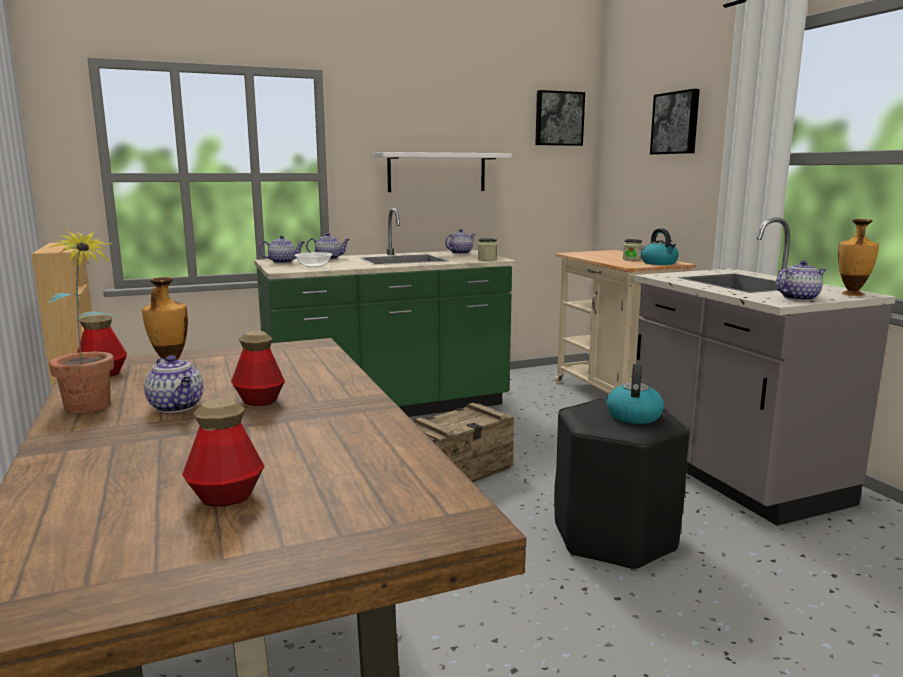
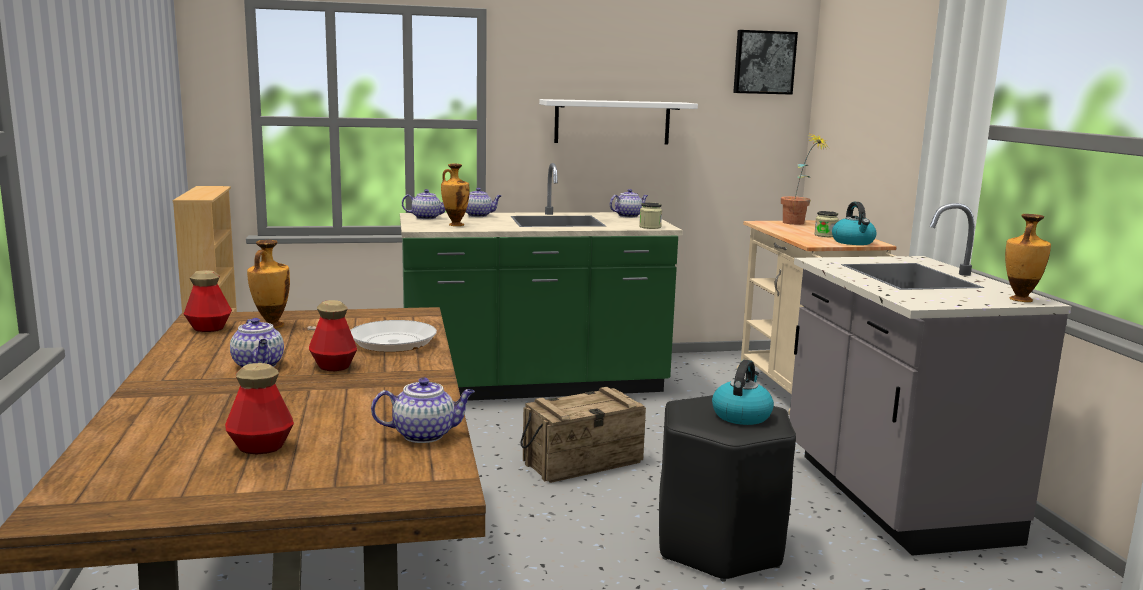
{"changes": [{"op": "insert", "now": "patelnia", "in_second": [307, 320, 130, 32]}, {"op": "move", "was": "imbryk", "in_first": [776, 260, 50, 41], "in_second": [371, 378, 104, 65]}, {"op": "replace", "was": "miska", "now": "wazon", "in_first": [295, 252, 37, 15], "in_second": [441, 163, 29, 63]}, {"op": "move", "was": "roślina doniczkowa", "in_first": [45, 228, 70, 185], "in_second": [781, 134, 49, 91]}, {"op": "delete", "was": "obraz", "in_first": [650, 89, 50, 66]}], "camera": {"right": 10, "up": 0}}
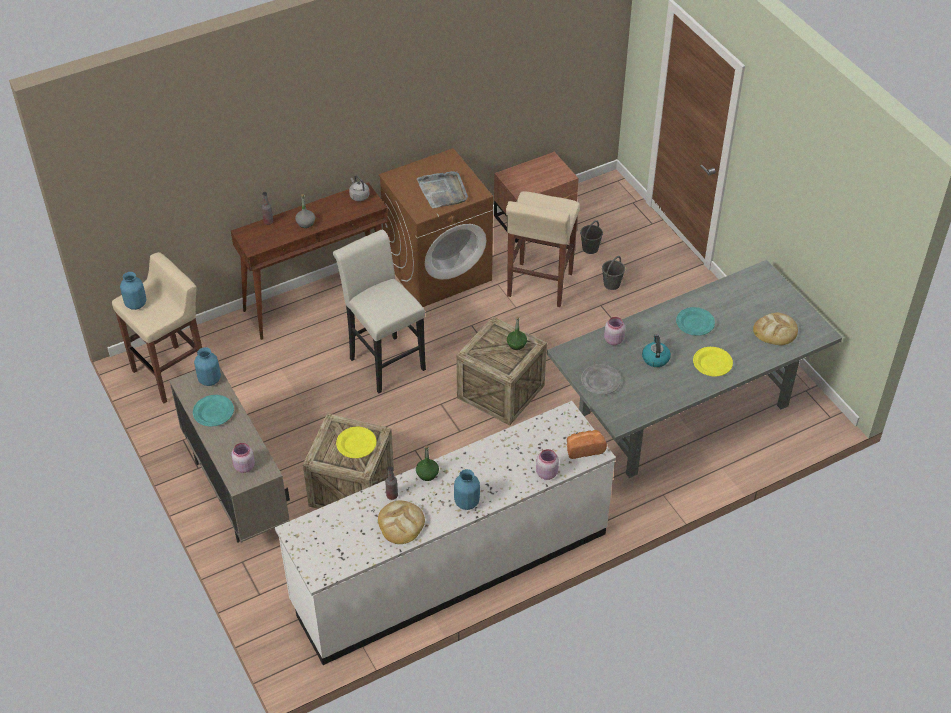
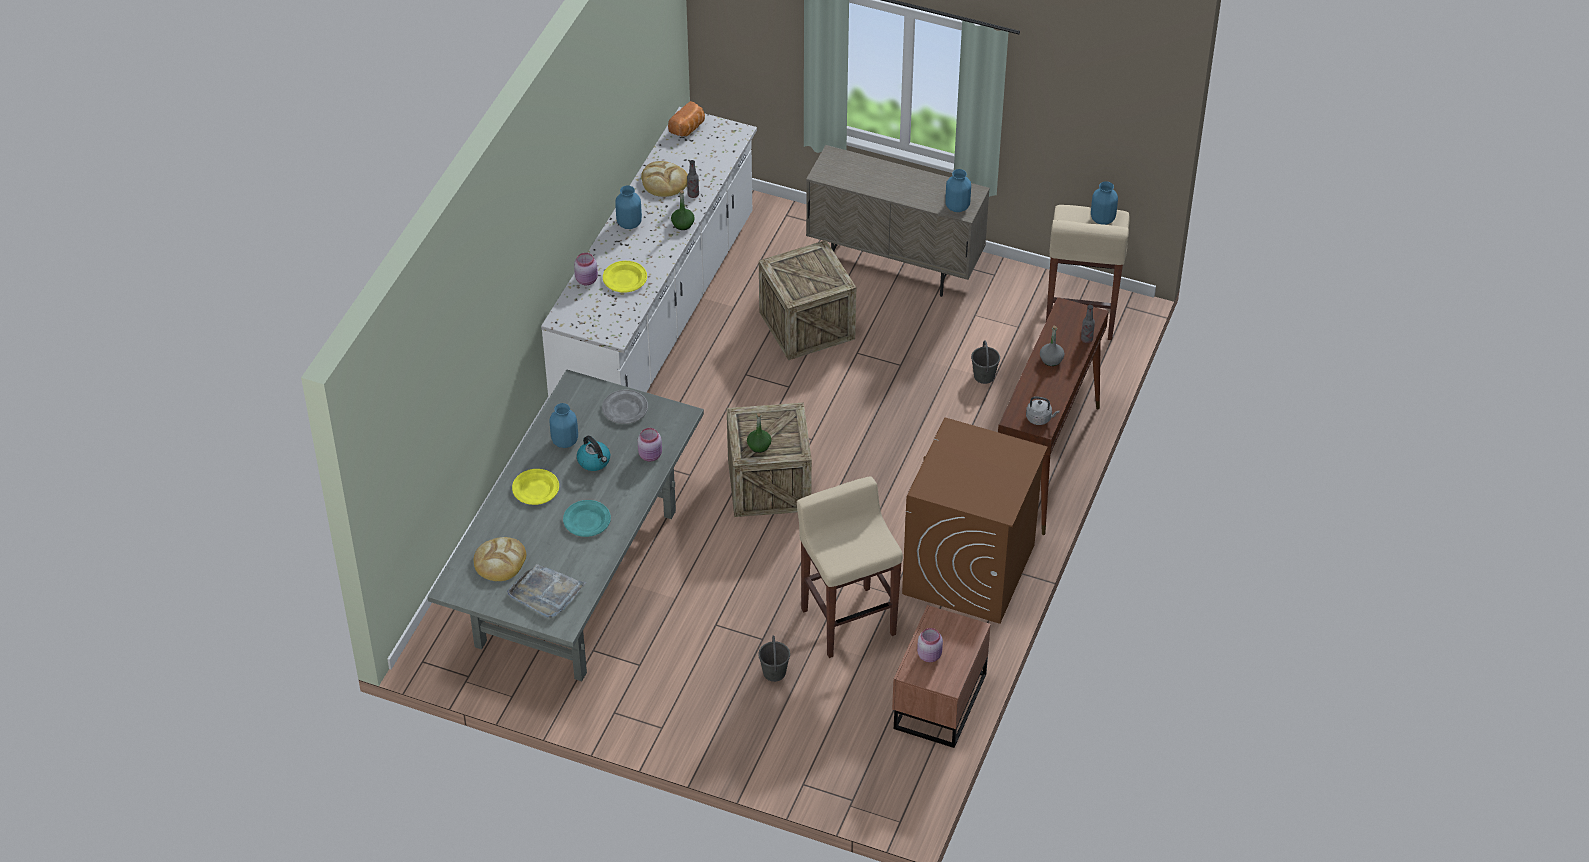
{"changes": [{"op": "move", "was": "taca [szary]", "in_first": [417, 171, 51, 37], "in_second": [507, 564, 80, 54]}, {"op": "insert", "now": "wazon [niebieski]", "in_second": [549, 403, 29, 45]}, {"op": "move", "was": "talerz [żółty]", "in_first": [336, 427, 41, 31], "in_second": [603, 261, 44, 32]}, {"op": "move", "was": "chleb", "in_first": [567, 430, 40, 29], "in_second": [668, 101, 37, 36]}, {"op": "move", "was": "słoik [różowy]", "in_first": [231, 443, 24, 30], "in_second": [917, 628, 26, 34]}, {"op": "move", "was": "wiadro [szary]", "in_first": [580, 220, 23, 34], "in_second": [971, 340, 29, 44]}, {"op": "delete", "was": "talerz [turkusowy]", "in_first": [193, 395, 41, 32]}, {"op": "delete", "was": "stołek [biały]", "in_first": [333, 229, 93, 164]}], "camera": {"right": 140, "up": 0}}
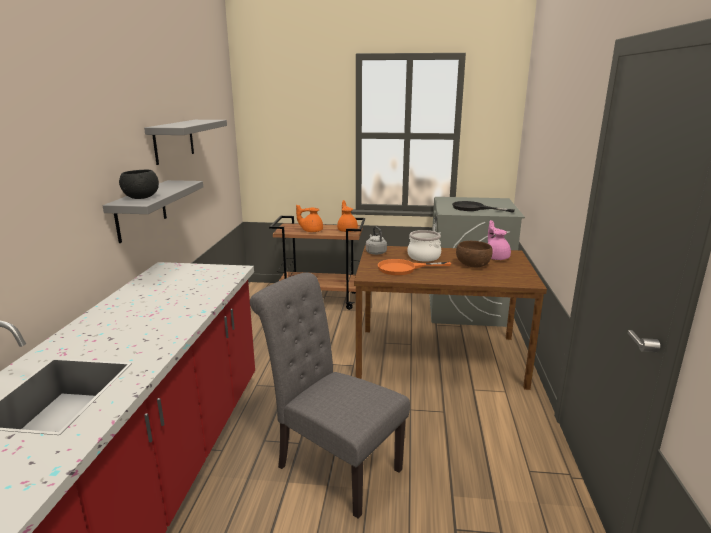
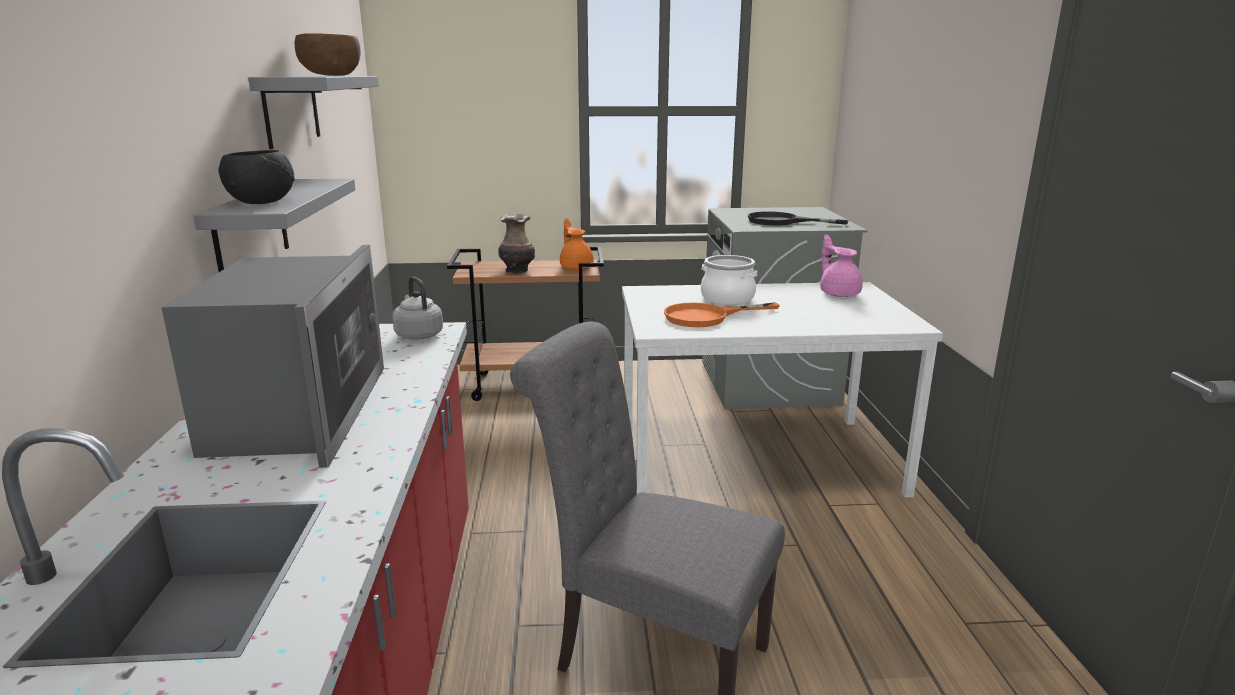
{"changes": [{"op": "insert", "now": "mikrofalówka", "in_second": [161, 245, 223, 223]}, {"op": "move", "was": "miska [brązowy]", "in_first": [456, 241, 37, 26], "in_second": [295, 33, 66, 43]}, {"op": "move", "was": "czajnik [szary]", "in_first": [366, 227, 21, 28], "in_second": [392, 277, 51, 63]}, {"op": "replace", "was": "imbryk [pomarańczowy]", "now": "wazon", "in_first": [296, 204, 27, 28], "in_second": [498, 213, 37, 60]}, {"op": "recolor", "was": "stół jadalny [brązowy]", "now": "stół jadalny [biały]", "in_first": [354, 245, 193, 145], "in_second": [622, 282, 321, 216]}], "camera": {"right": -10, "up": 0}}
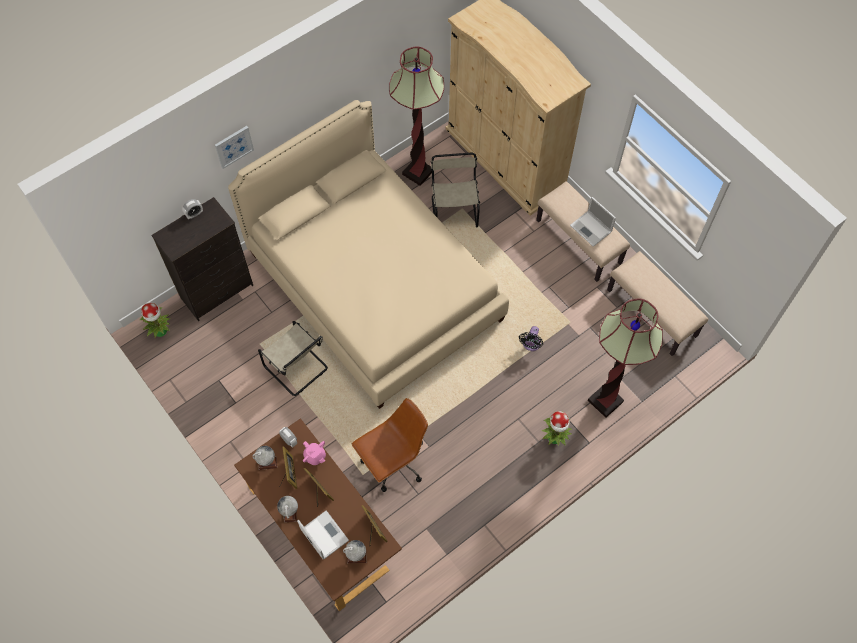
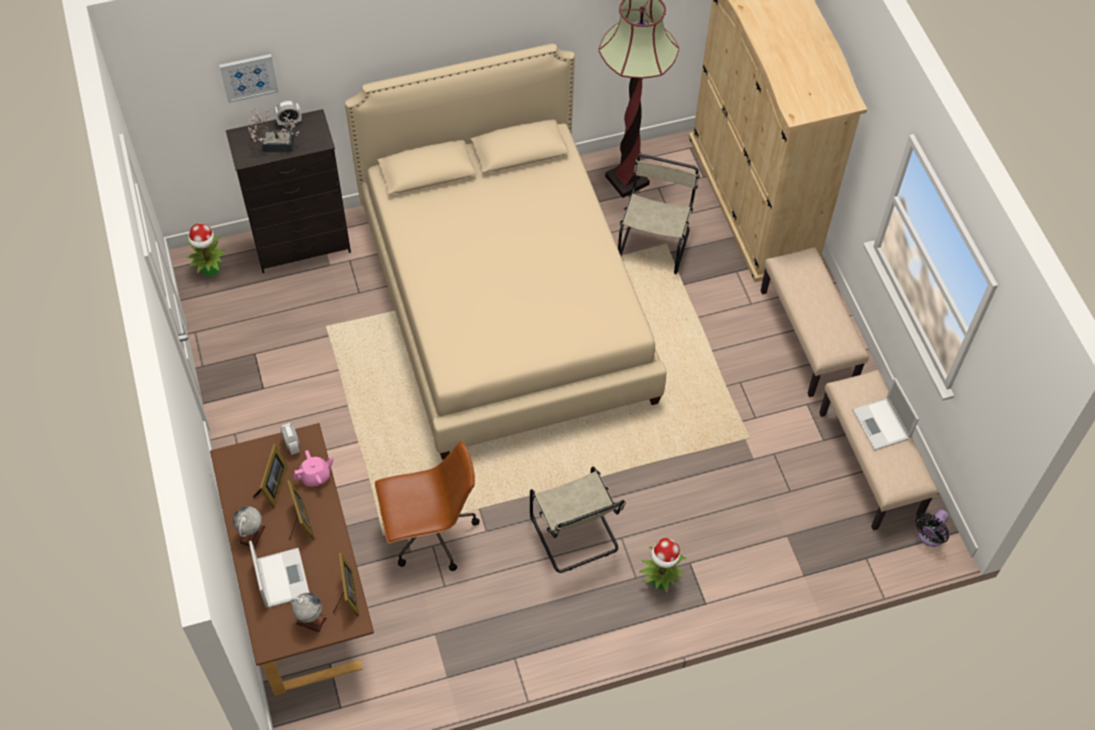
{"changes": [{"op": "move", "was": "obraz", "in_first": [215, 126, 39, 43], "in_second": [219, 54, 60, 49]}, {"op": "insert", "now": "roślina doniczkowa", "in_second": [248, 108, 51, 44]}, {"op": "rotate", "was": "imbryk [różowy]", "in_first": [303, 441, 23, 24], "in_second": [293, 450, 41, 37], "clockwise": -90}, {"op": "move", "was": "krzesło [beżowy]", "in_first": [258, 321, 70, 75], "in_second": [530, 467, 96, 106]}, {"op": "move", "was": "laptop", "in_first": [570, 197, 46, 50], "in_second": [852, 378, 67, 73]}, {"op": "move", "was": "wentylator [czarny]", "in_first": [519, 326, 24, 25], "in_second": [915, 510, 34, 37]}, {"op": "delete", "was": "globus", "in_first": [253, 446, 24, 24]}, {"op": "delete", "was": "lampa stojąca", "in_first": [588, 298, 75, 120]}], "camera": {"right": 20, "up": -5}}
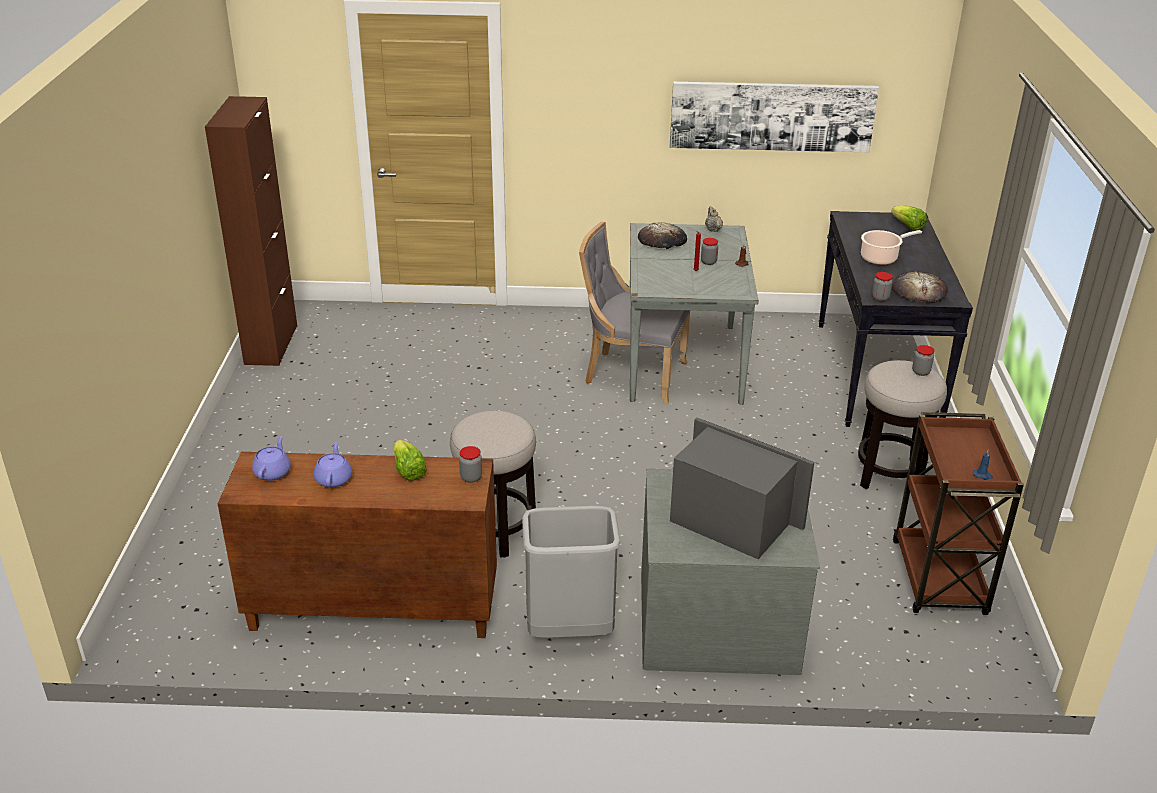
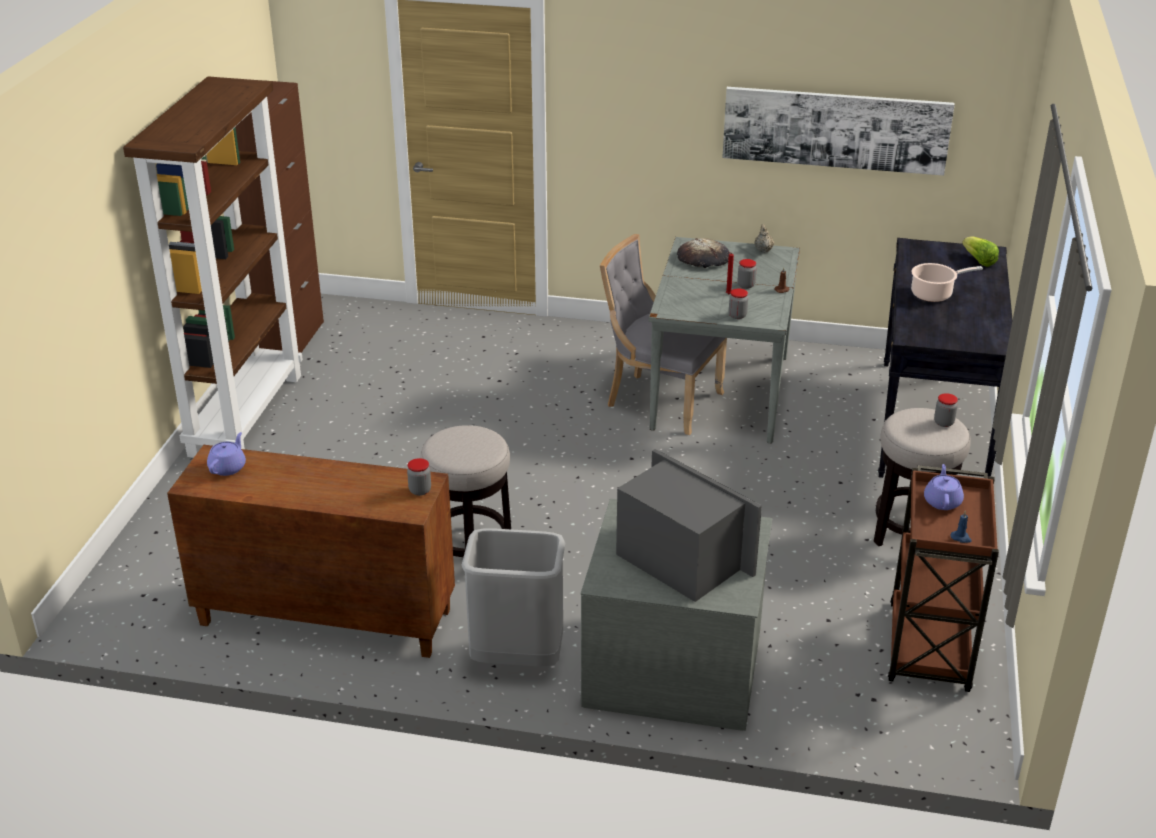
{"changes": [{"op": "insert", "now": "regał [brązowy]", "in_second": [123, 76, 180, 382]}, {"op": "move", "was": "słoik", "in_first": [872, 272, 21, 29], "in_second": [729, 288, 19, 31]}, {"op": "move", "was": "imbryk [fioletowy]", "in_first": [314, 442, 38, 46], "in_second": [924, 464, 40, 46]}, {"op": "delete", "was": "sałata", "in_first": [394, 440, 33, 41]}, {"op": "delete", "was": "chleb", "in_first": [892, 271, 56, 32]}], "camera": {"right": 10, "up": 0}}
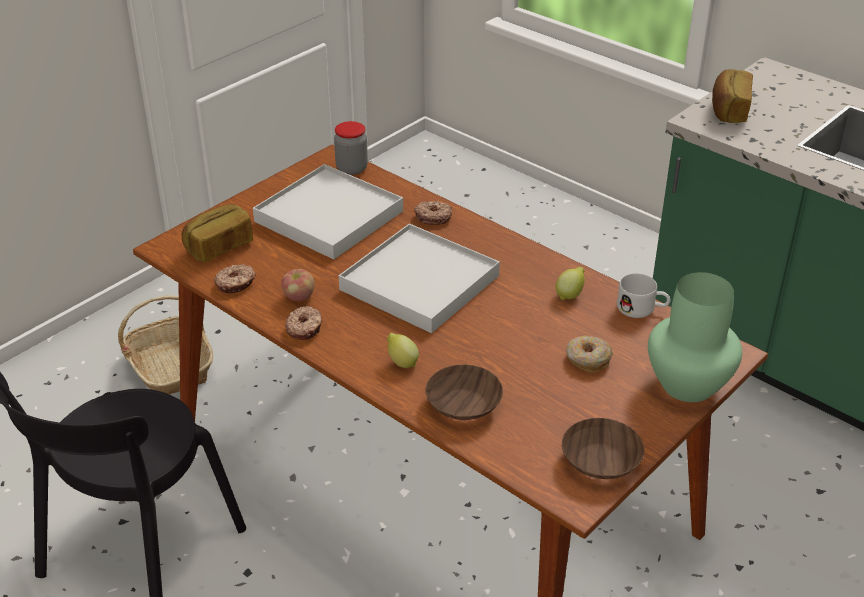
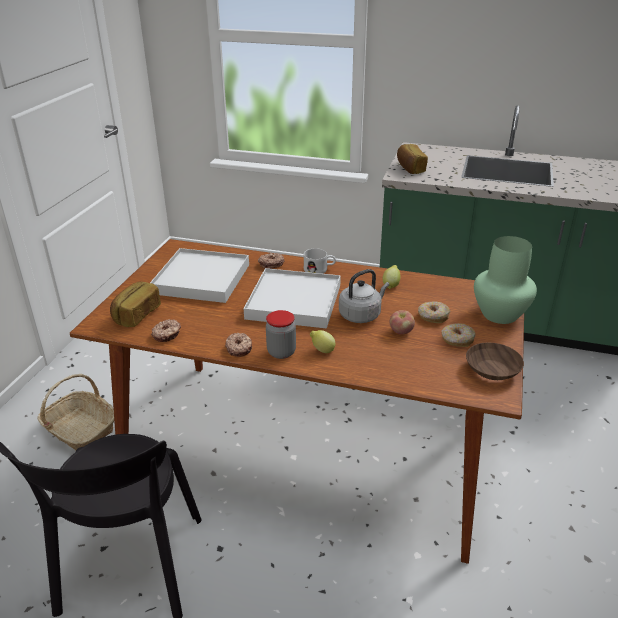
{"changes": [{"op": "move", "was": "słoik", "in_first": [334, 121, 34, 54], "in_second": [266, 310, 30, 49]}, {"op": "move", "was": "kubek [biały]", "in_first": [617, 273, 53, 45], "in_second": [303, 248, 33, 26]}, {"op": "insert", "now": "czajnik [szary]", "in_second": [339, 269, 50, 54]}, {"op": "move", "was": "jabłko", "in_first": [281, 269, 34, 33], "in_second": [389, 310, 26, 25]}, {"op": "insert", "now": "donut", "in_second": [441, 323, 35, 24]}, {"op": "delete", "was": "miska [brązowy]", "in_first": [425, 365, 78, 55]}], "camera": {"right": -25, "up": -5}}
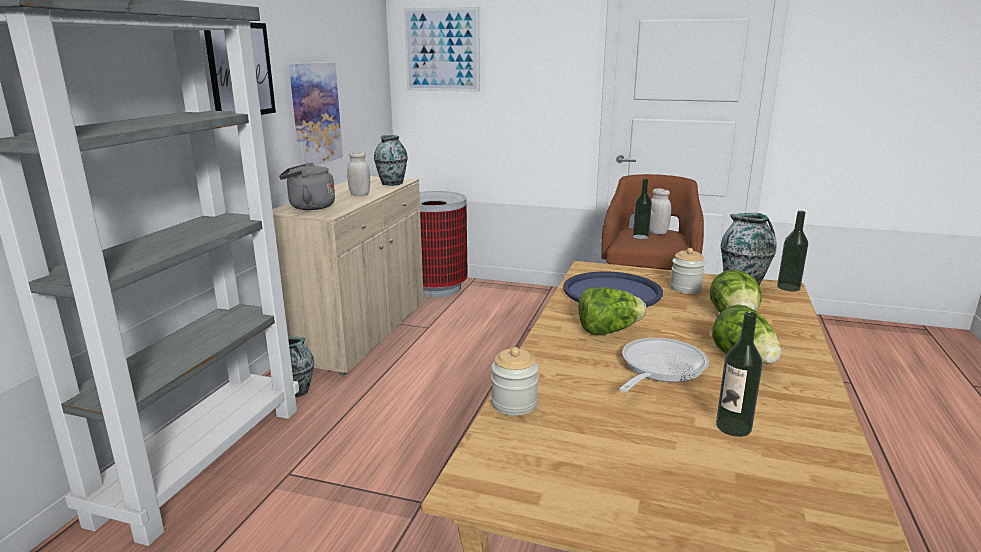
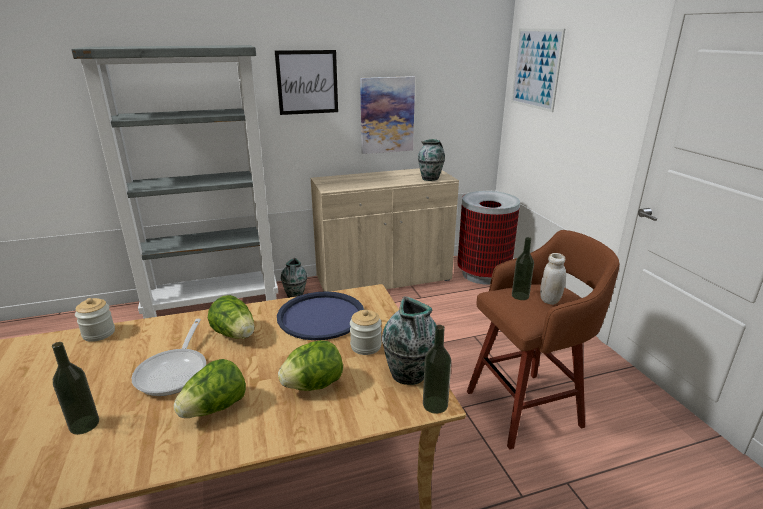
{"changes": [{"op": "rotate", "was": "patelnia", "in_first": [619, 338, 90, 54], "in_second": [132, 319, 74, 77], "clockwise": 90}, {"op": "delete", "was": "czajnik [szary]", "in_first": [279, 162, 56, 48]}, {"op": "delete", "was": "słoik [biały]", "in_first": [347, 152, 23, 44]}], "camera": {"right": 55, "up": 5}}
